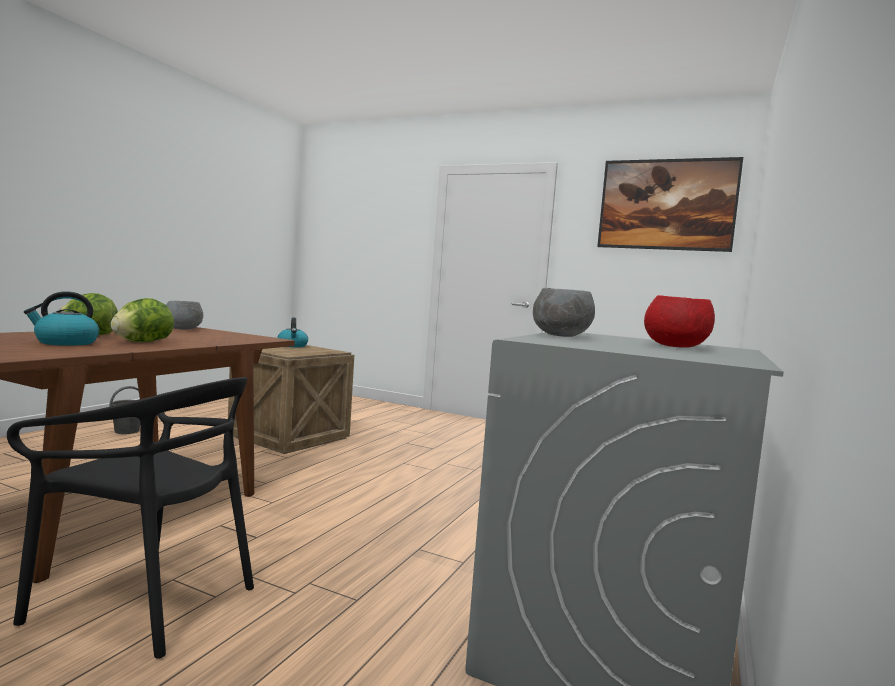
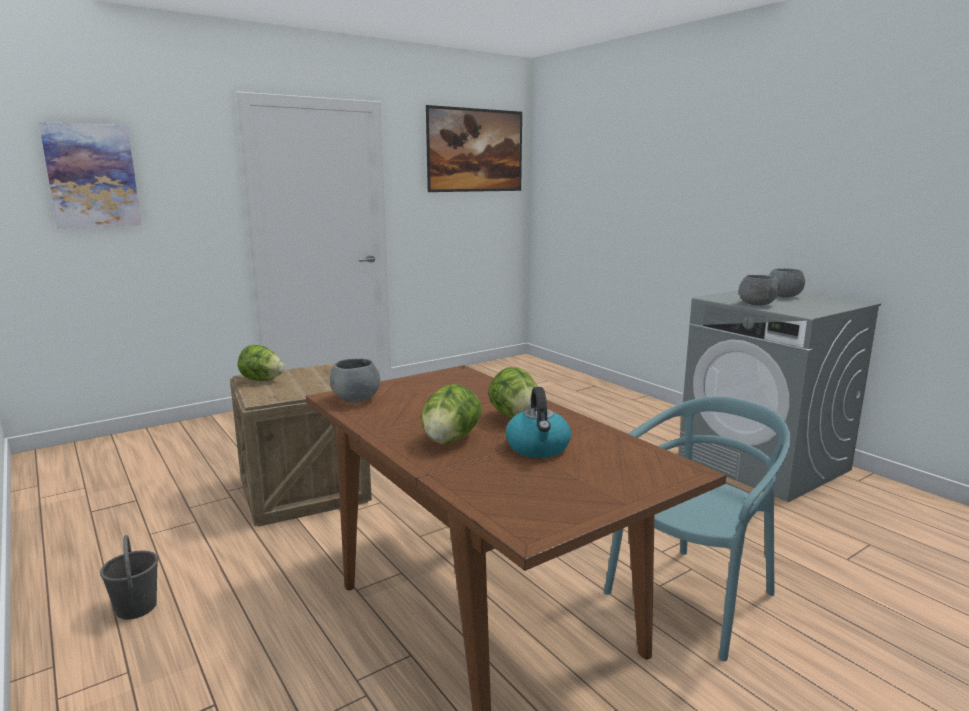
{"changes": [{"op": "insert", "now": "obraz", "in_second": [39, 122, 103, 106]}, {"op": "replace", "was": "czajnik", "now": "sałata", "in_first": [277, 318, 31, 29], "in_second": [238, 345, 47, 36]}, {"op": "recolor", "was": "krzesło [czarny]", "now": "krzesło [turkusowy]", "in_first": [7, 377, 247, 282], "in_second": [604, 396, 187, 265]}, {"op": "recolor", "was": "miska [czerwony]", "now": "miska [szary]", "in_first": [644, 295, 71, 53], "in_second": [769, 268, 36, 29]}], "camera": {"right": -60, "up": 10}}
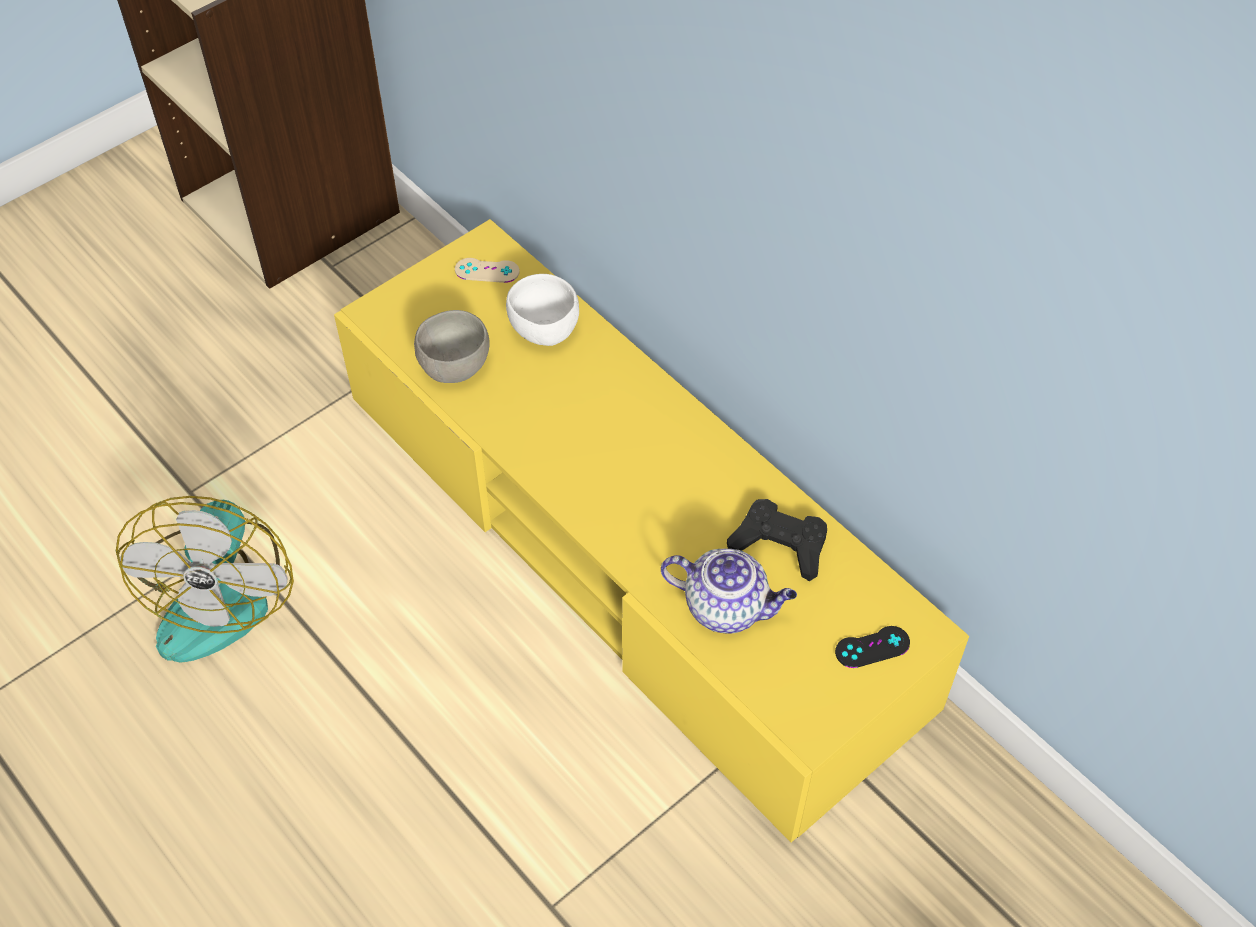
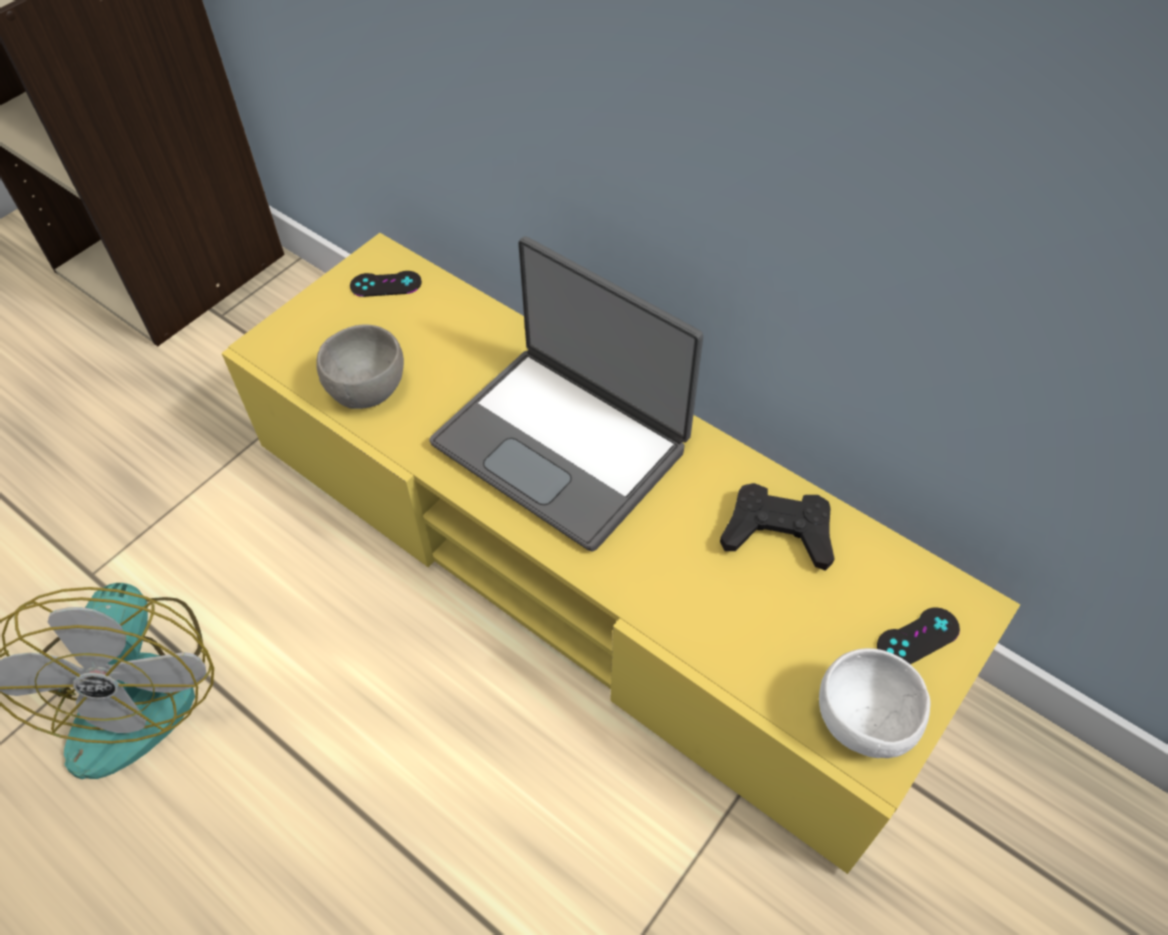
{"changes": [{"op": "recolor", "was": "pad do gier [beżowy]", "now": "pad do gier [czarny]", "in_first": [455, 258, 65, 25], "in_second": [350, 271, 72, 26]}, {"op": "insert", "now": "laptop", "in_second": [429, 236, 274, 316]}, {"op": "move", "was": "miska [biały]", "in_first": [506, 274, 73, 72], "in_second": [819, 648, 112, 110]}, {"op": "delete", "was": "imbryk", "in_first": [661, 549, 136, 85]}], "camera": {"right": -10, "up": 0}}
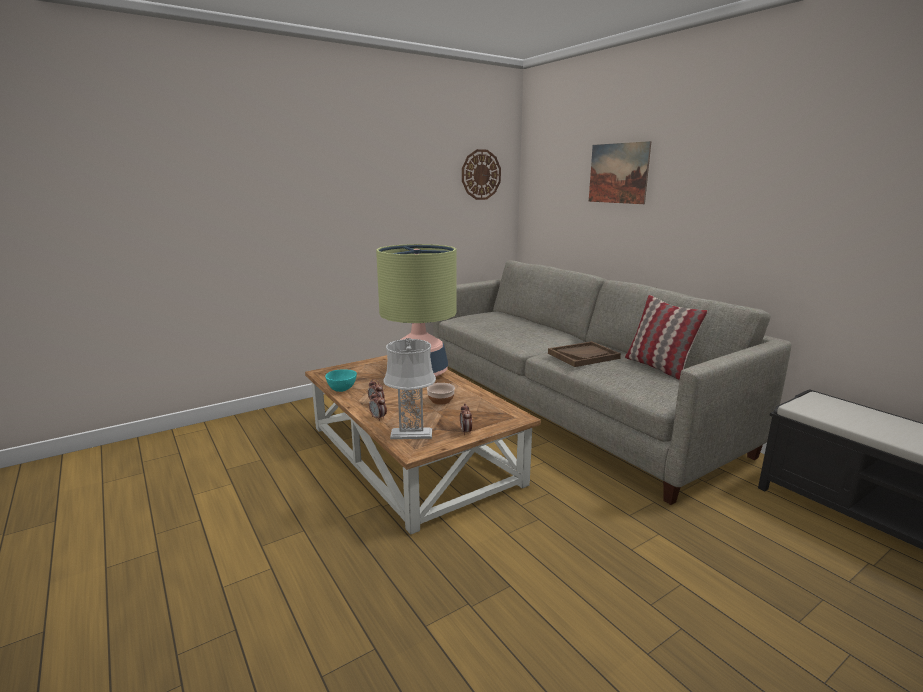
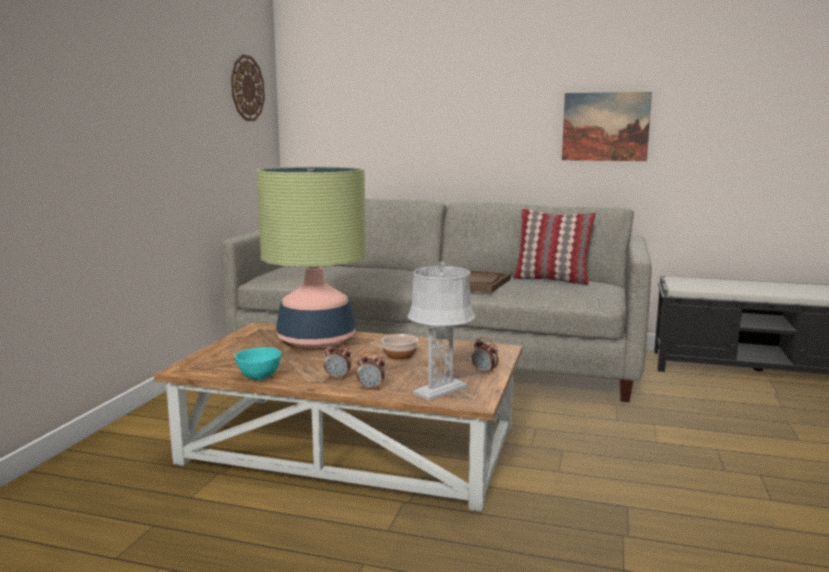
{"changes": [{"op": "move", "was": "obraz", "in_first": [589, 141, 62, 63], "in_second": [562, 92, 90, 69]}], "camera": {"right": -40, "up": -5}}
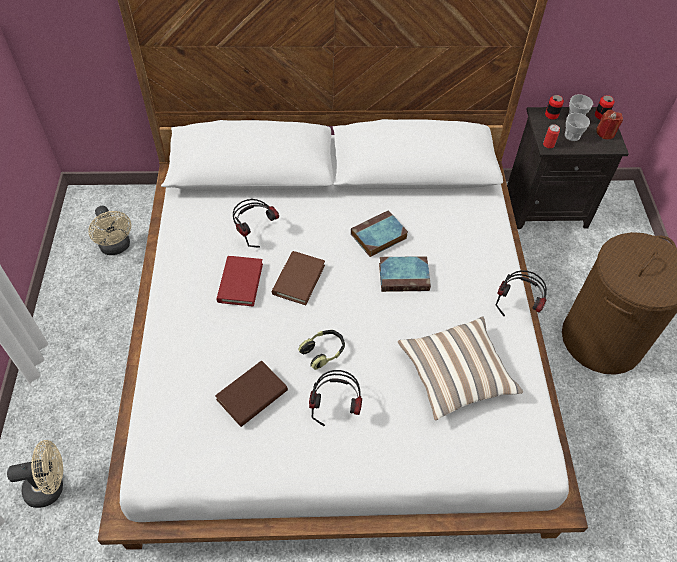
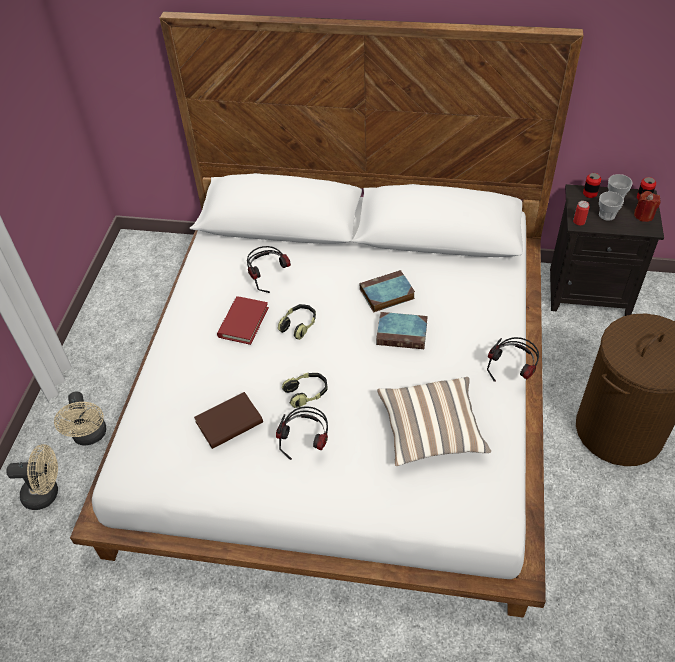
{"changes": [{"op": "move", "was": "wentylator [beżowy]", "in_first": [88, 206, 43, 49], "in_second": [54, 391, 52, 55]}, {"op": "replace", "was": "książka [brązowy]", "now": "słuchawki", "in_first": [272, 251, 53, 54], "in_second": [278, 304, 38, 36]}], "camera": {"right": 15, "up": -5}}
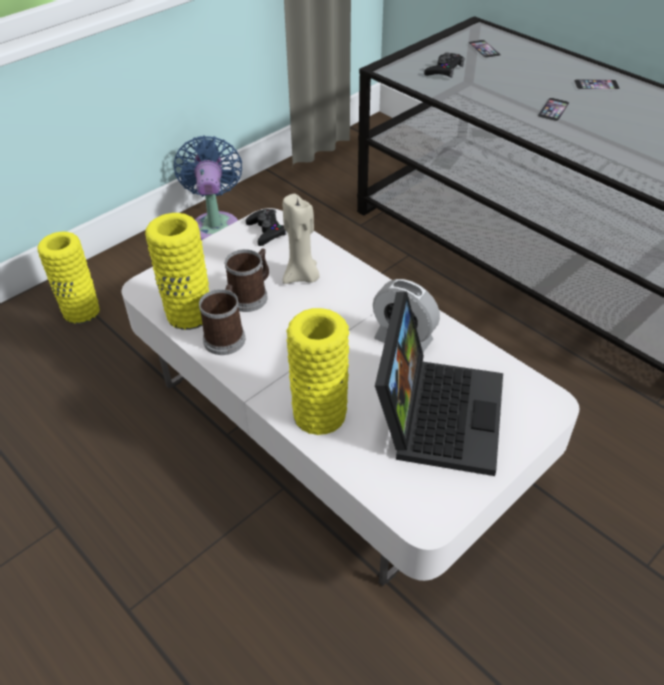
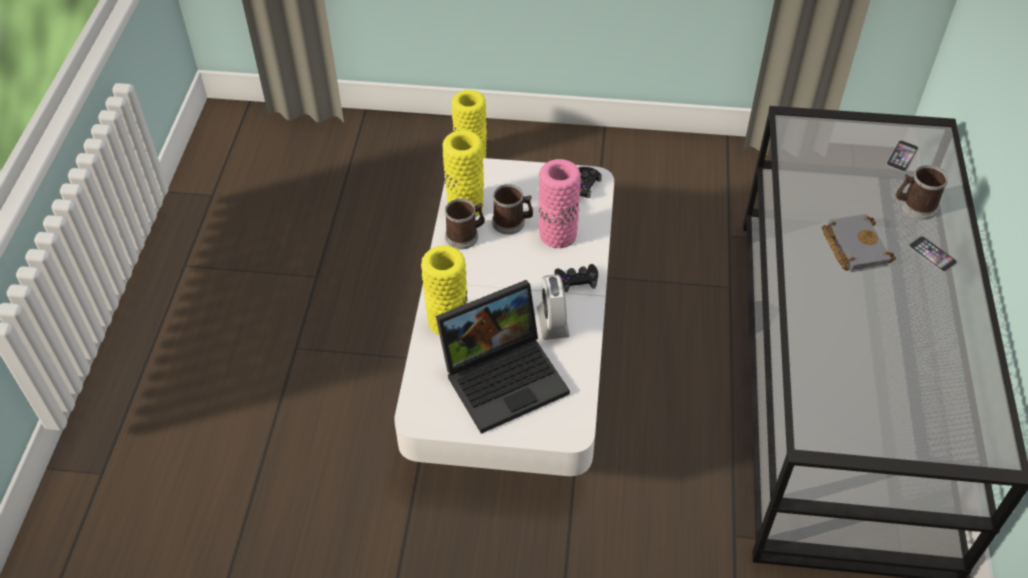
{"changes": [{"op": "replace", "was": "świeca [beżowy]", "now": "wazon [różowy]", "in_first": [283, 194, 37, 90], "in_second": [538, 159, 43, 89]}, {"op": "move", "was": "pad do gier [czarny]", "in_first": [424, 52, 41, 26], "in_second": [555, 264, 43, 28]}, {"op": "replace", "was": "telefon", "now": "książka [szary]", "in_first": [537, 98, 33, 24], "in_second": [821, 214, 75, 58]}, {"op": "insert", "now": "kubek", "in_second": [896, 165, 52, 55]}, {"op": "delete", "was": "wentylator [niebieski]", "in_first": [174, 135, 68, 105]}], "camera": {"right": 50, "up": 5}}
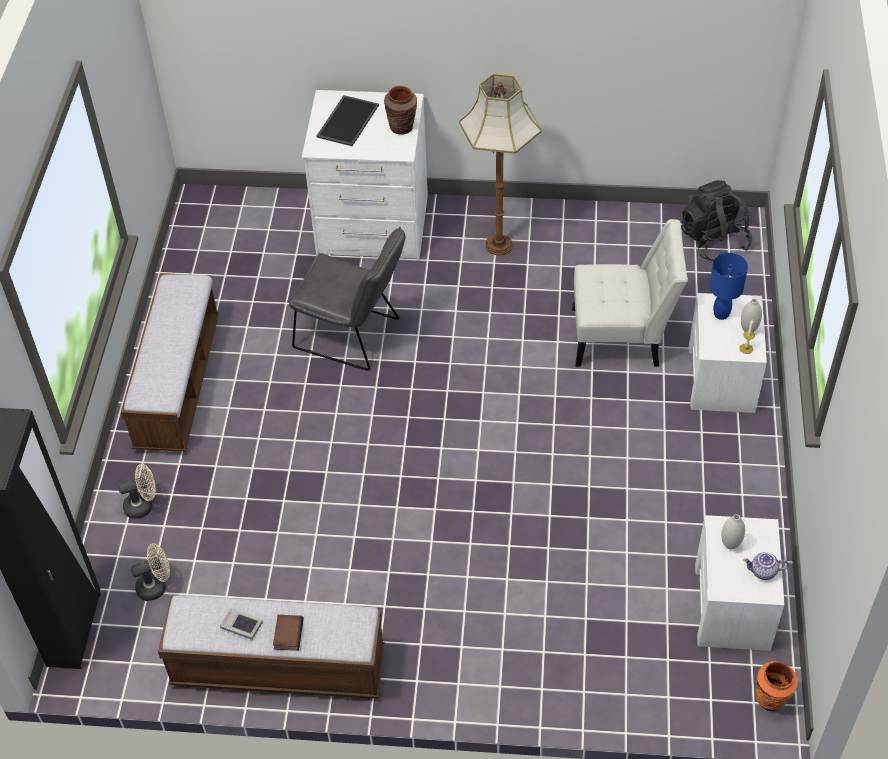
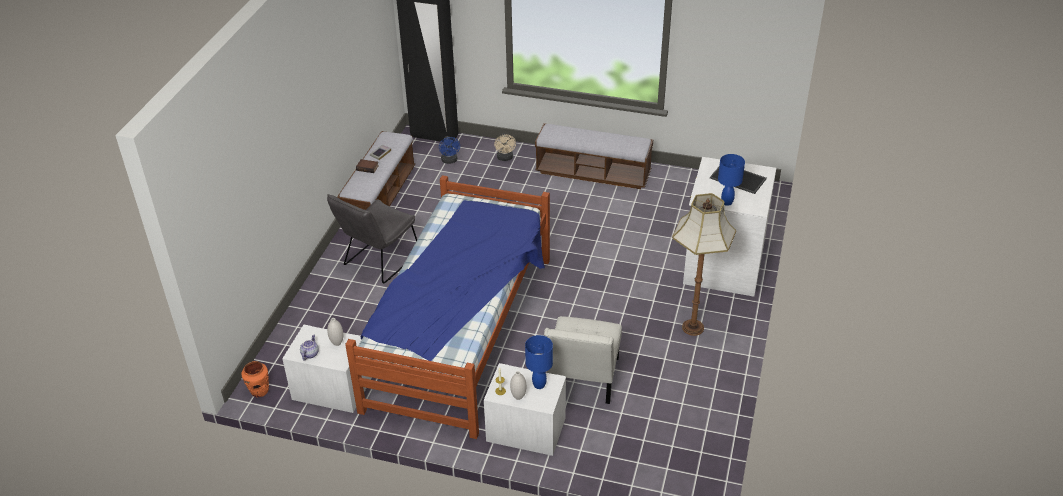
{"changes": [{"op": "move", "was": "krzesło [szary]", "in_first": [288, 227, 117, 143], "in_second": [327, 194, 90, 90]}, {"op": "insert", "now": "łóżko", "in_second": [345, 175, 205, 264]}, {"op": "recolor", "was": "wentylator [beżowy]", "now": "wentylator [niebieski]", "in_first": [130, 543, 40, 58], "in_second": [439, 136, 21, 28]}, {"op": "replace", "was": "wazon [brązowy]", "now": "lampa stołowa [niebieski]", "in_first": [384, 86, 33, 49], "in_second": [718, 154, 27, 52]}, {"op": "delete", "was": "plecak [czarny]", "in_first": [681, 180, 71, 81]}], "camera": {"right": 100, "up": -10}}
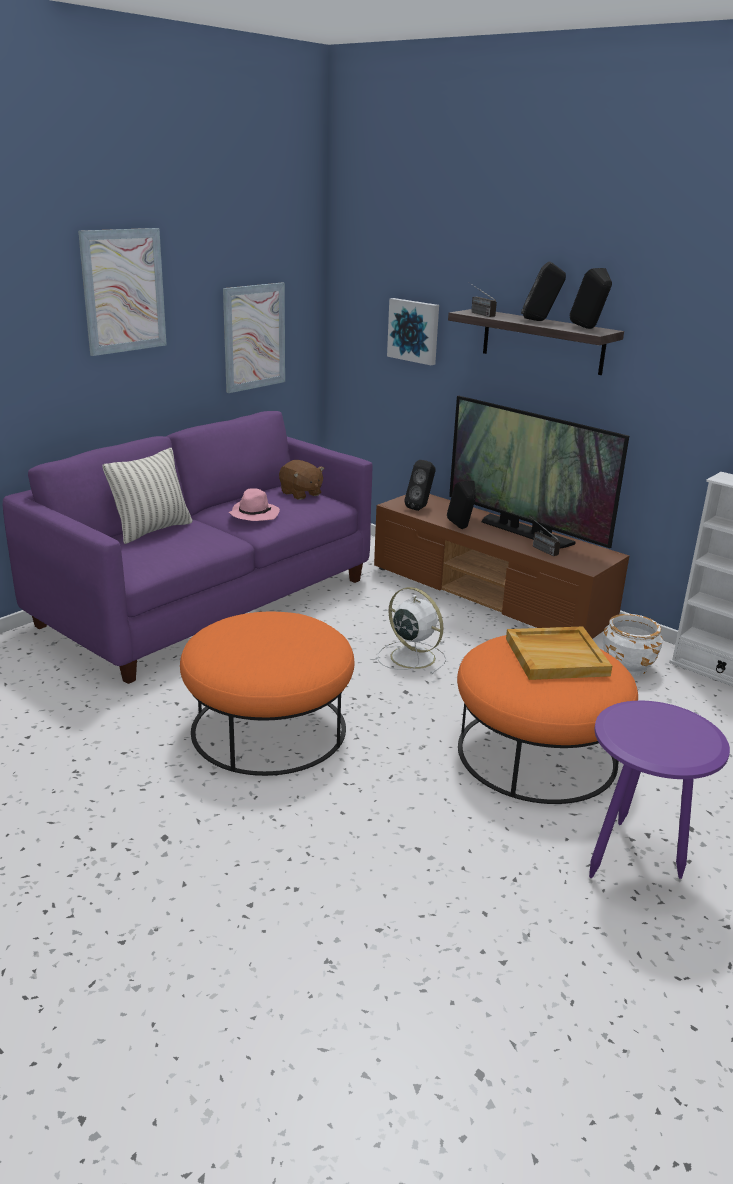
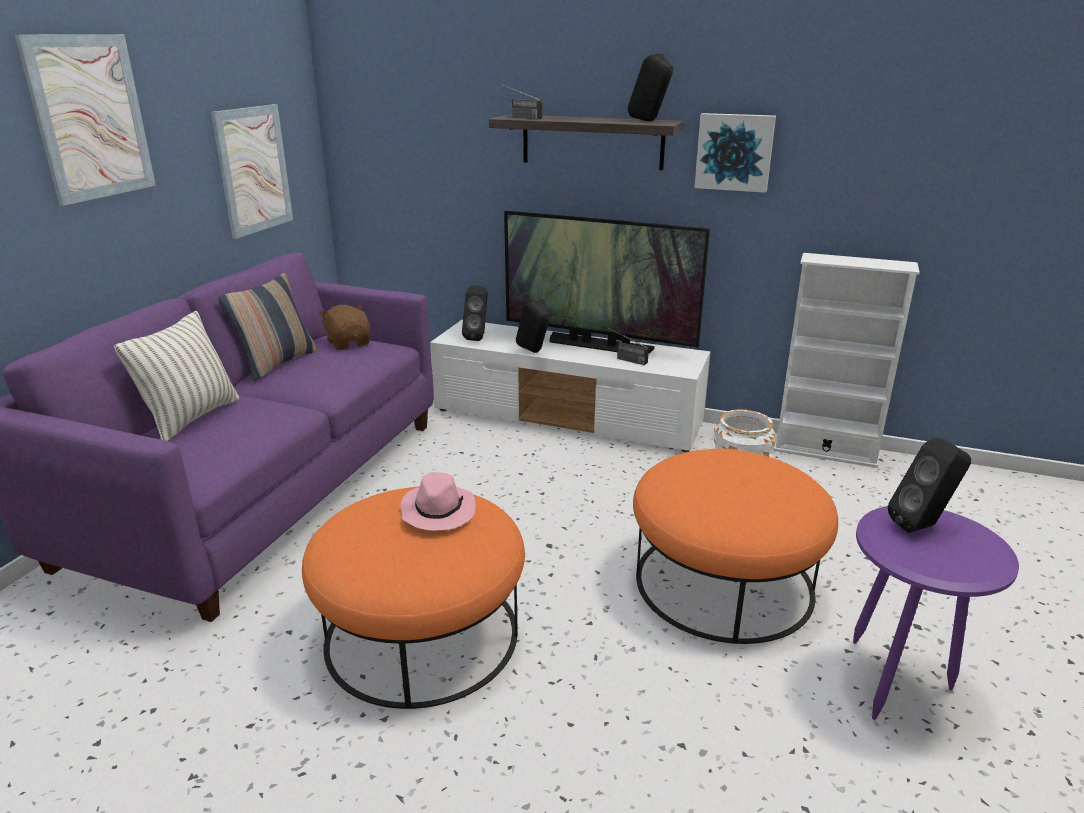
{"changes": [{"op": "insert", "now": "poduszka", "in_second": [218, 273, 99, 108]}, {"op": "rotate", "was": "pluszak [brązowy]", "in_first": [279, 460, 45, 40], "in_second": [319, 305, 51, 45], "clockwise": -150}, {"op": "move", "was": "kapelusz [różowy]", "in_first": [229, 488, 51, 33], "in_second": [400, 472, 76, 59]}, {"op": "recolor", "was": "szafka pod telewizor [brązowy]", "now": "szafka pod telewizor [biały]", "in_first": [374, 494, 255, 145], "in_second": [430, 320, 281, 132]}, {"op": "move", "was": "obraz", "in_first": [387, 298, 52, 67], "in_second": [694, 113, 82, 80]}, {"op": "move", "was": "głośnik [czarny]", "in_first": [521, 262, 45, 59], "in_second": [888, 437, 83, 96]}, {"op": "delete", "was": "wentylator [biały]", "in_first": [377, 587, 69, 87]}, {"op": "delete", "was": "taca [beżowy]", "in_first": [506, 626, 106, 54]}], "camera": {"right": -20, "up": 0}}
